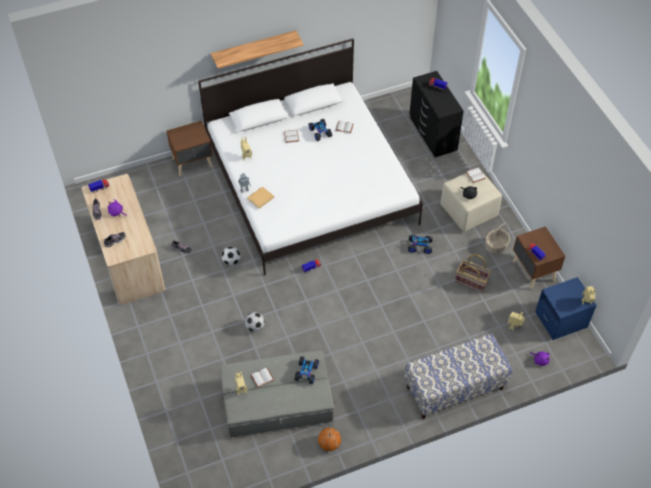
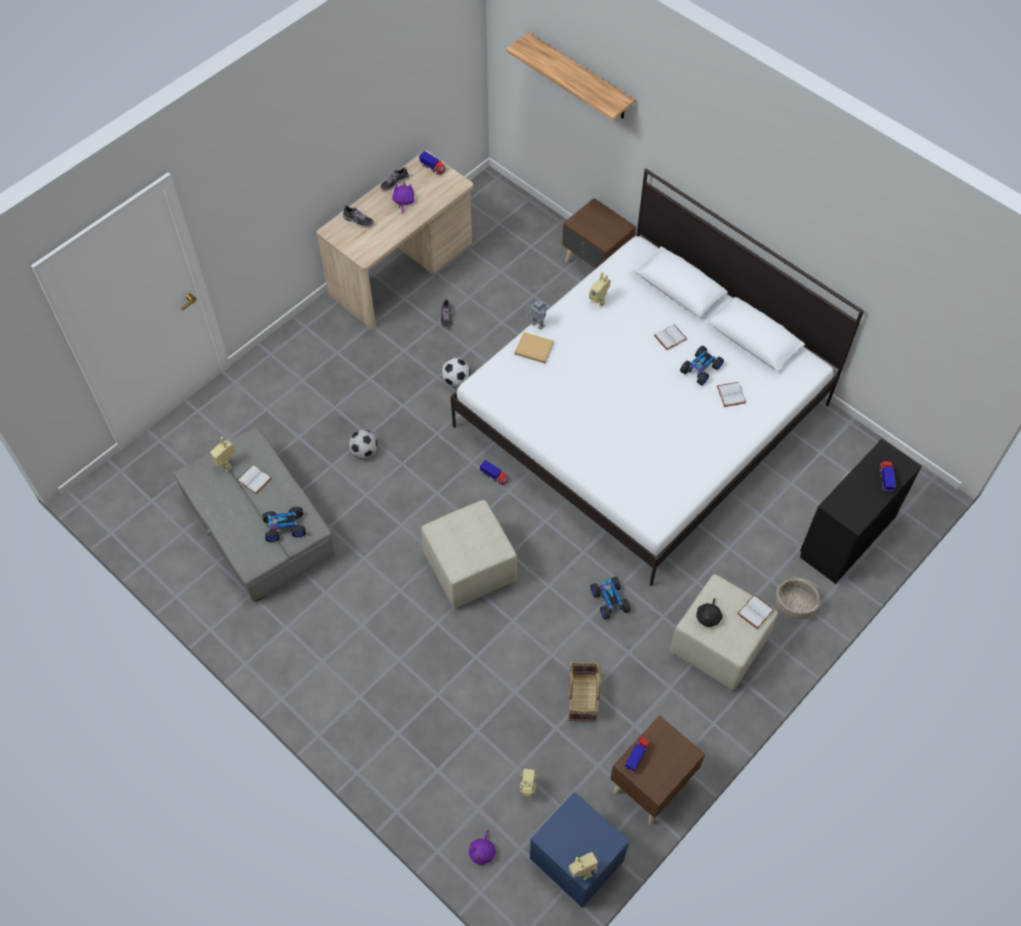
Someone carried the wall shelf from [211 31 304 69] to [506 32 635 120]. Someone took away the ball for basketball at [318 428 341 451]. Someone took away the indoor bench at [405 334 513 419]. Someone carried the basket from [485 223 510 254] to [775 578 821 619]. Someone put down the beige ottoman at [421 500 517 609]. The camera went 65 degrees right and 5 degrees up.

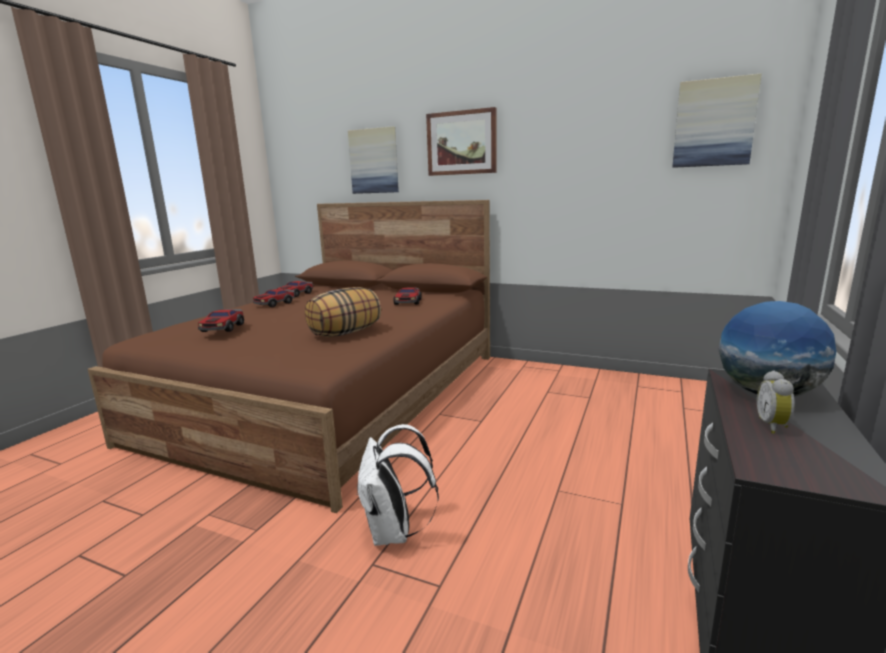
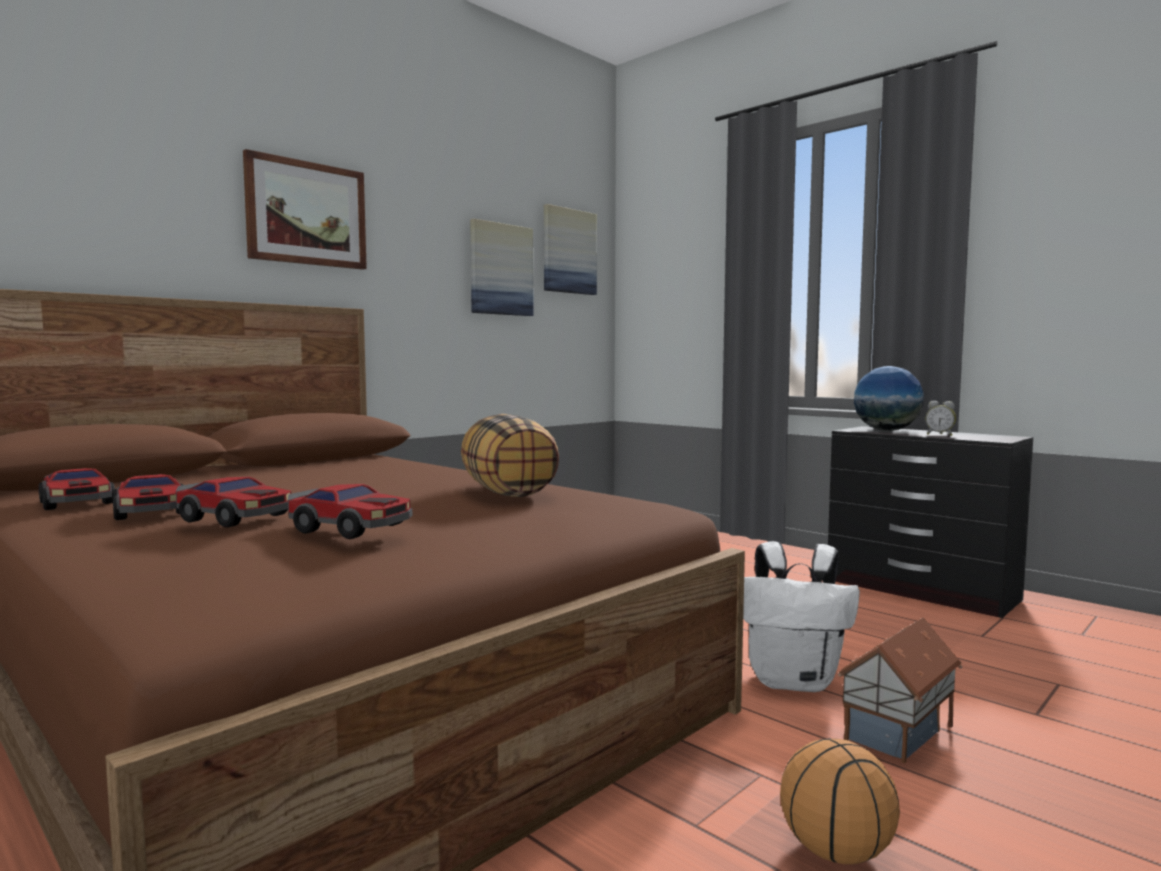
Someone carried the wall picture from [348 126 399 194] to [470 219 534 316]. Someone carried the model car from [394 288 422 305] to [176 477 291 528]. Someone put down the ball for basketball at [780 738 900 864]. Someone put down the model house at [838 618 962 763]. The camera went 70 degrees left and 10 degrees down.

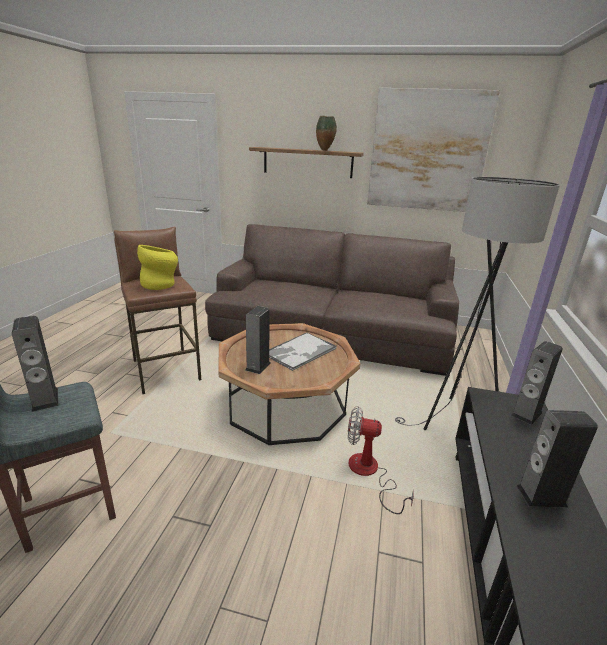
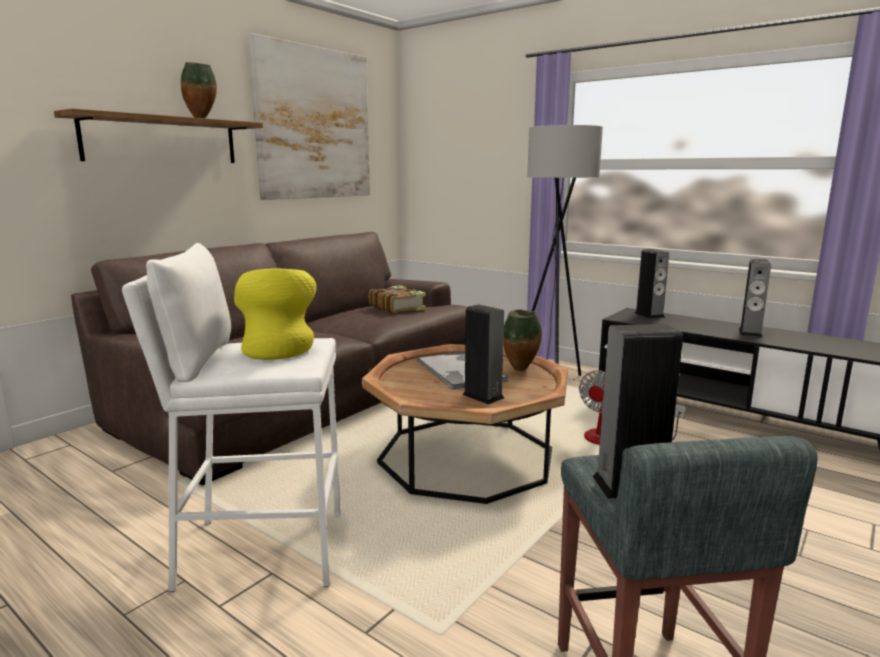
Someone repainted the brown sitting stool at [114 227 201 394], which became the whitish sitting stool at [122 243 340 592]. Someone put down the volume at [369 285 426 314]. Someone put down the vase at [503 309 542 371]. The camera went 65 degrees left and 10 degrees down.

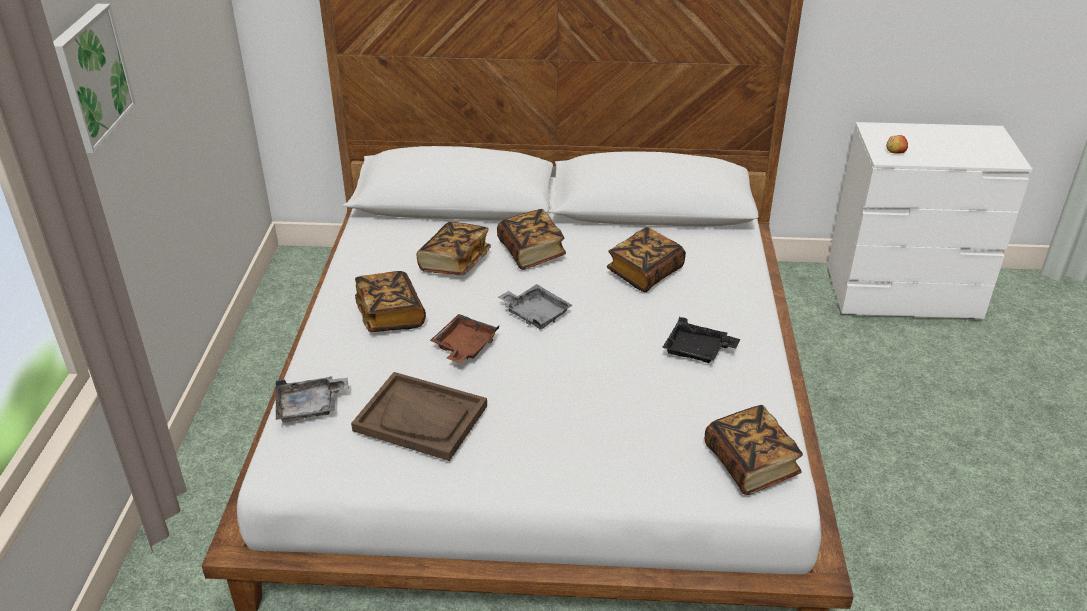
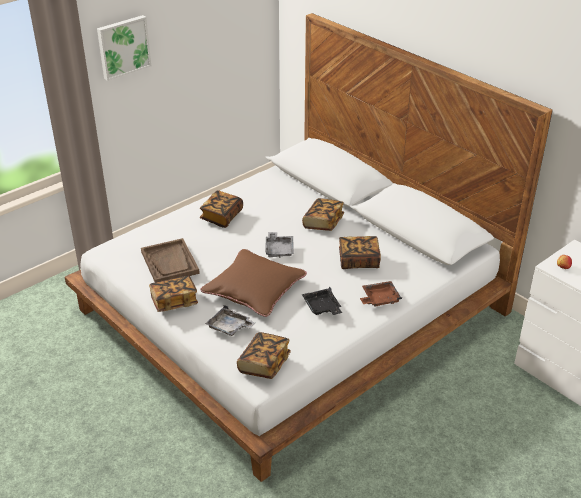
Someone carried the grey carrying tray from [276 377 349 423] to [205 305 255 336]. Someone carried the volume from [416 222 491 276] to [149 275 198 312]. Someone carried the brown carrying tray from [430 314 499 363] to [360 281 402 307]. Someone put down the brown throw pillow at [200 249 307 317]. The camera went 45 degrees right and 0 degrees up.

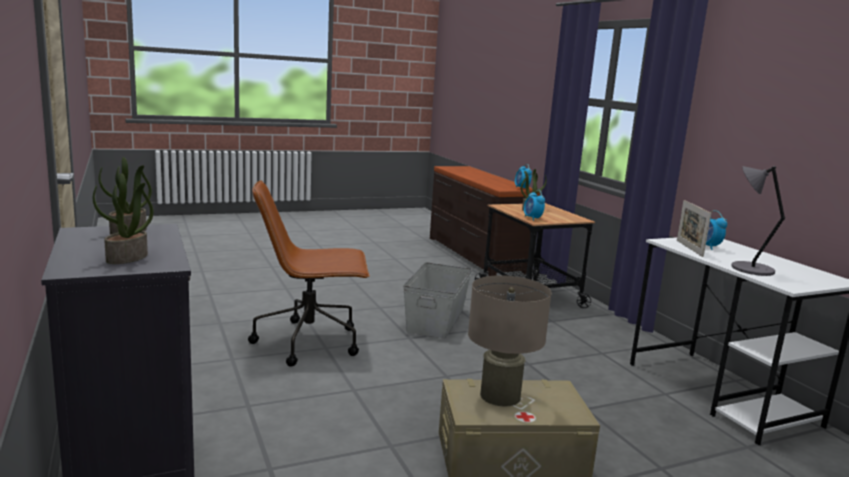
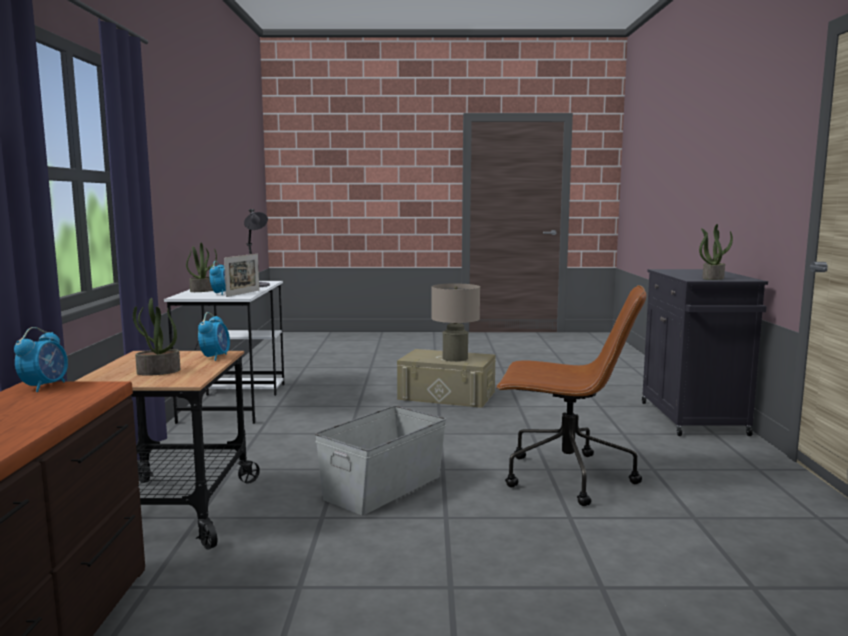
Someone carried the plant in a pot from [93 173 154 264] to [186 243 217 292]. The camera went 155 degrees left and 5 degrees down.

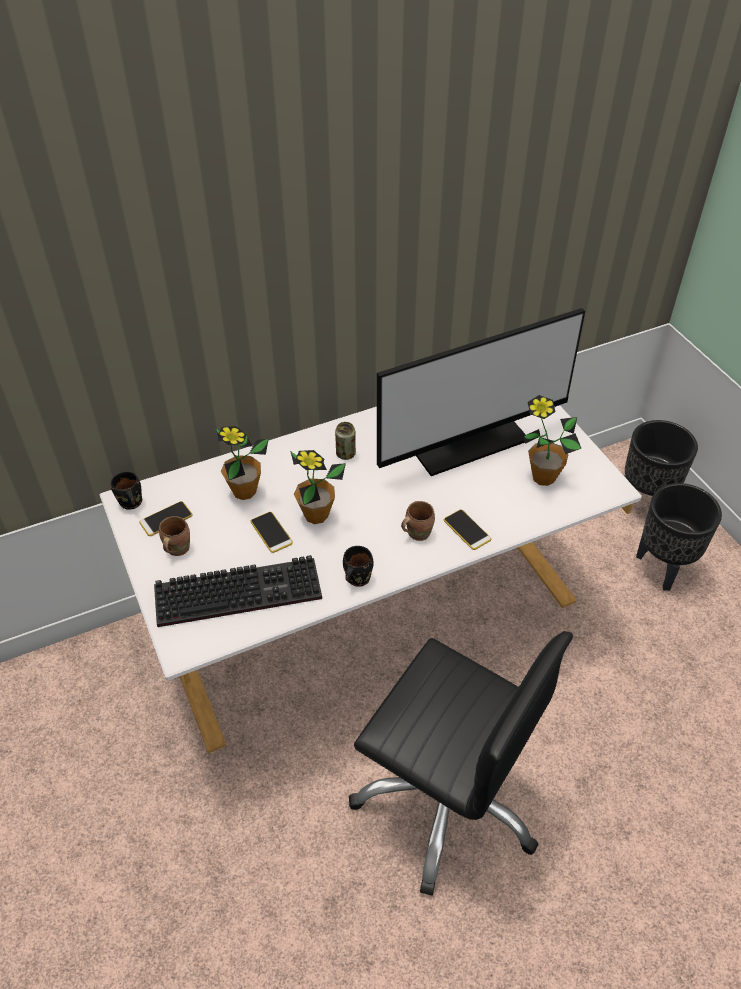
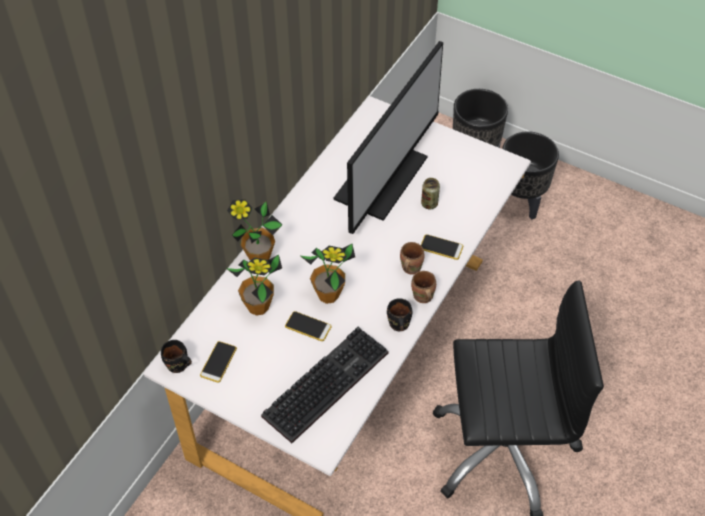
Someone carried the brown mug from [159 516 190 556] to [411 271 436 303]. Someone carried the sealed can from [335 422 356 460] to [421 178 440 209]. Someone carried the plant in a pot from [524 395 581 486] to [227 199 282 260]. The camera went 35 degrees left and 5 degrees up.

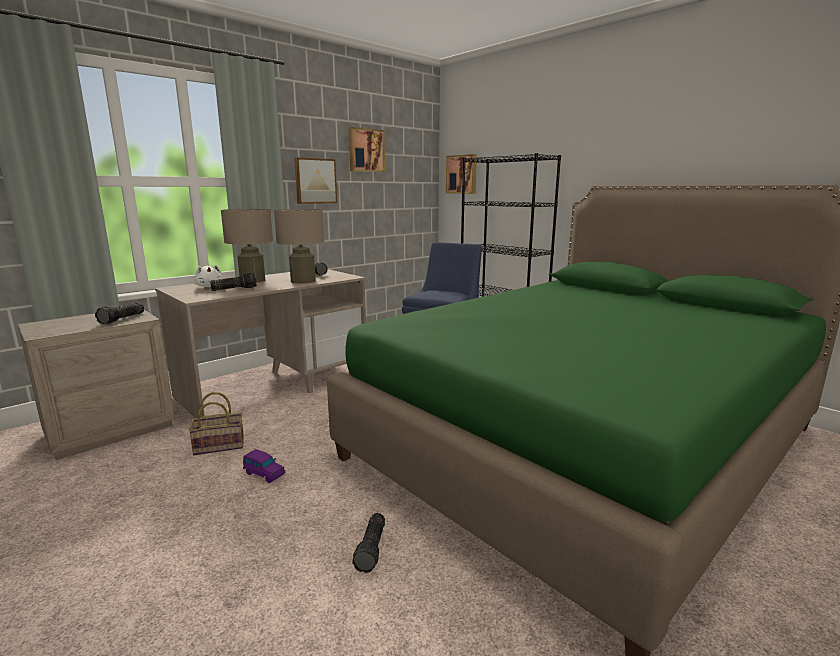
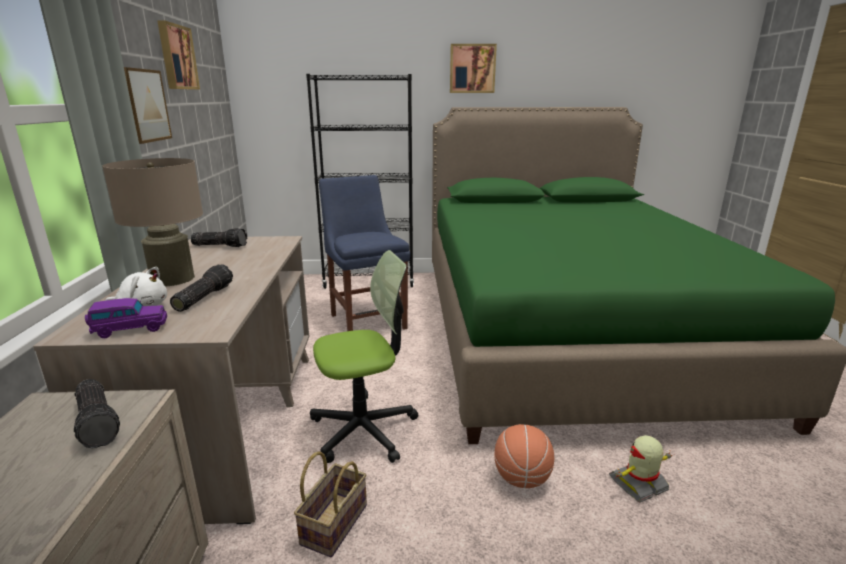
Someone carried the purple-coloured model car from [243 449 285 483] to [85 298 167 338]. Someone took away the beige lamp for a table at [274 209 324 284]. Someone swapped the hand torch at [352 513 385 573] for the model robot at [609 435 672 503]. Someone carried the wall picture from [446 154 477 194] to [450 44 497 93]. Someone put down the desk chair at [310 250 418 463]. Someone put down the ball for basketball at [494 424 554 488]. The camera went 50 degrees left and 5 degrees up.

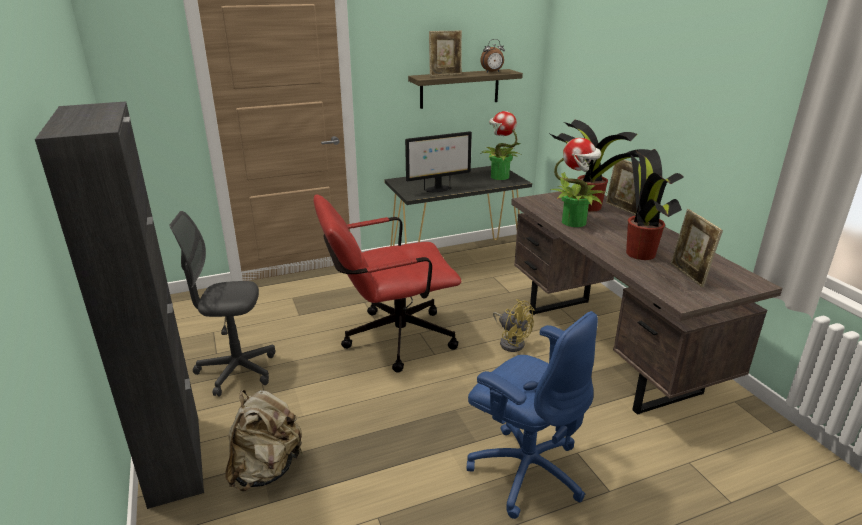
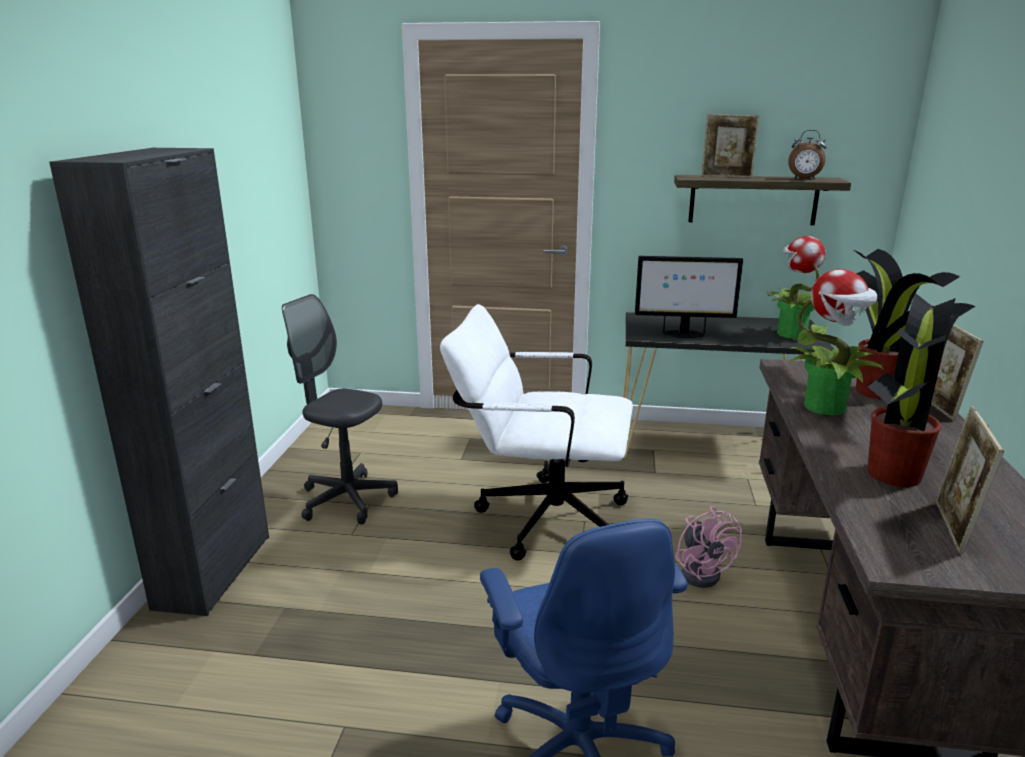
Someone took away the beige backpack at [226 390 303 491]. Someone repainted the red-coloured desk chair at [314 195 461 372], which became the whitish desk chair at [440 304 633 561]. Someone repainted the yellow-coloured electric fan at [493 299 534 352], which became the pink electric fan at [676 506 742 588]. The camera went 30 degrees right and 5 degrees down.

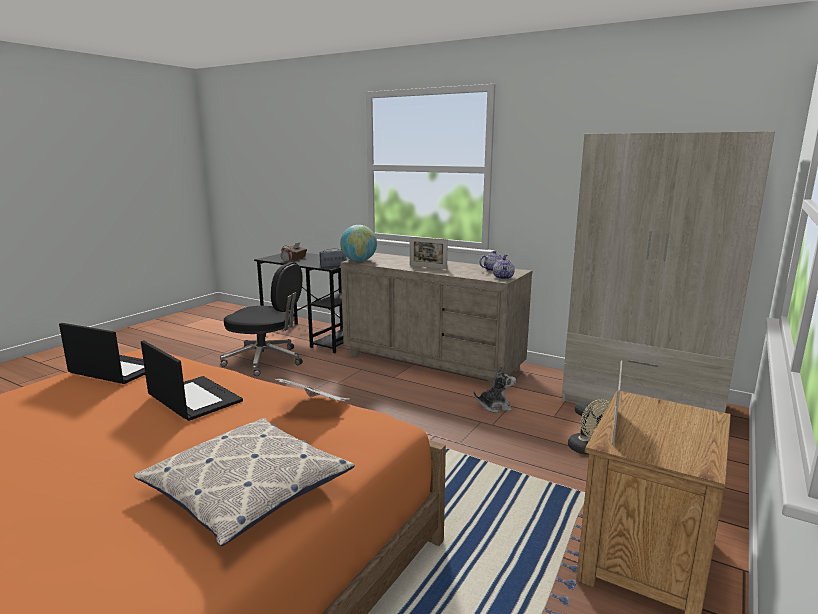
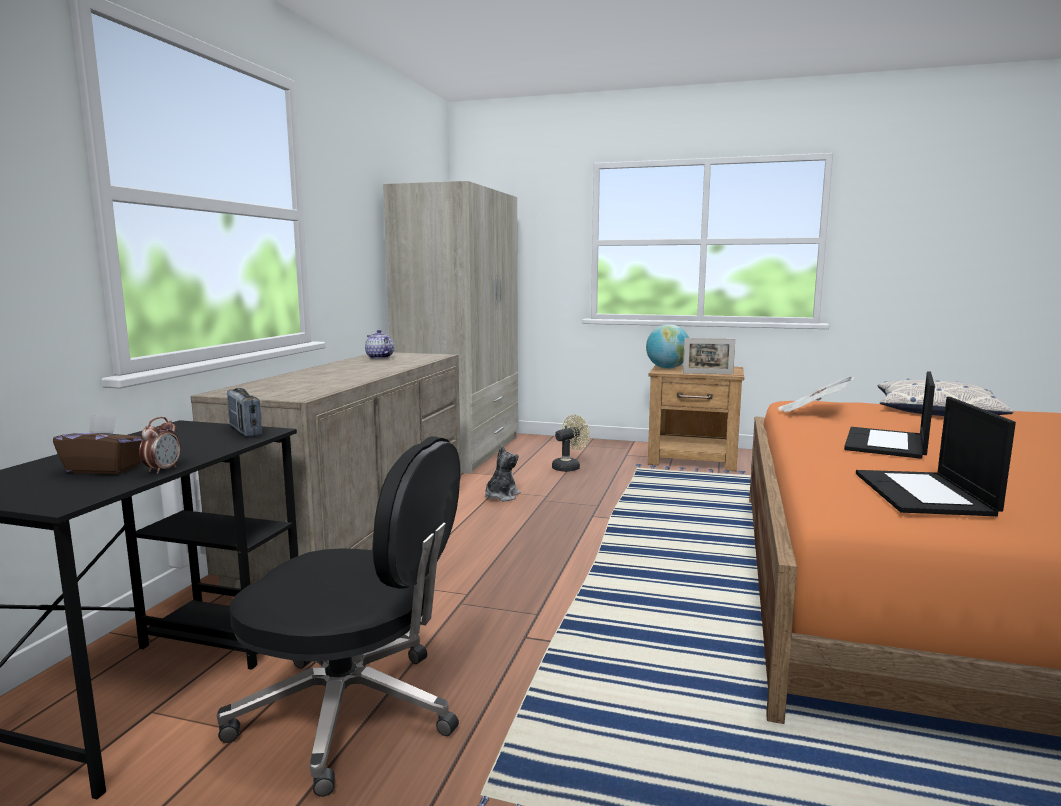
Someone rotated the black desk chair at [220 262 303 376] by 105 degrees clockwise. Someone carried the globe from [340 225 377 262] to [646 324 689 369]. Someone took away the picture frame at [410 237 448 269]. Someone rotated the cuddly toy at [473 366 516 413] by 45 degrees clockwise. Someone took away the teapot at [493 257 514 279]. The camera went 105 degrees left and 5 degrees down.

